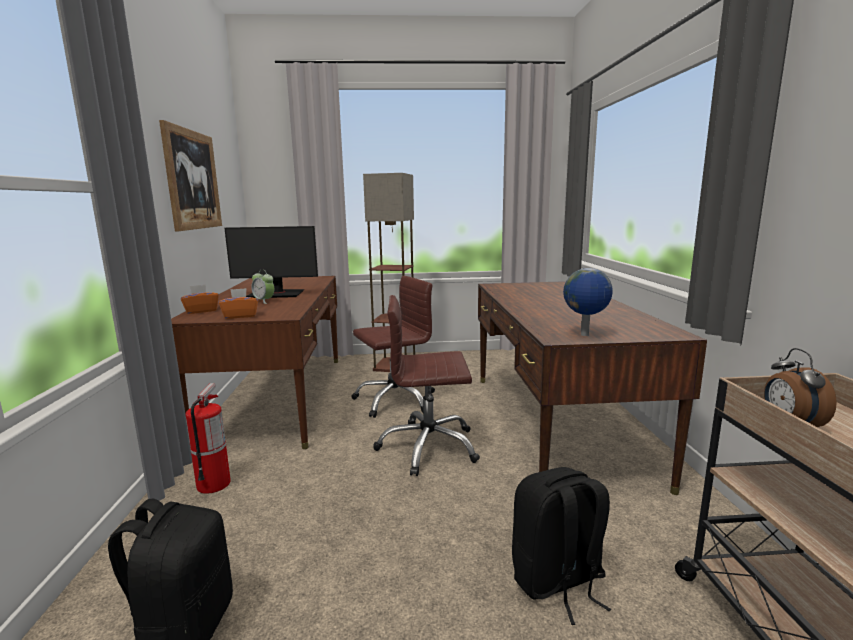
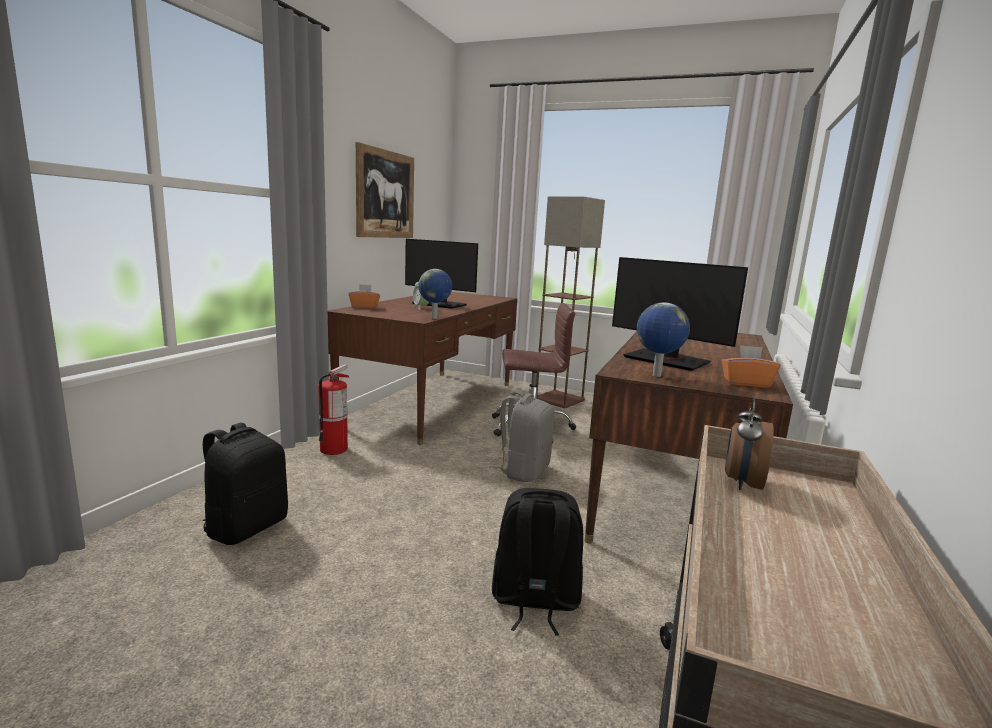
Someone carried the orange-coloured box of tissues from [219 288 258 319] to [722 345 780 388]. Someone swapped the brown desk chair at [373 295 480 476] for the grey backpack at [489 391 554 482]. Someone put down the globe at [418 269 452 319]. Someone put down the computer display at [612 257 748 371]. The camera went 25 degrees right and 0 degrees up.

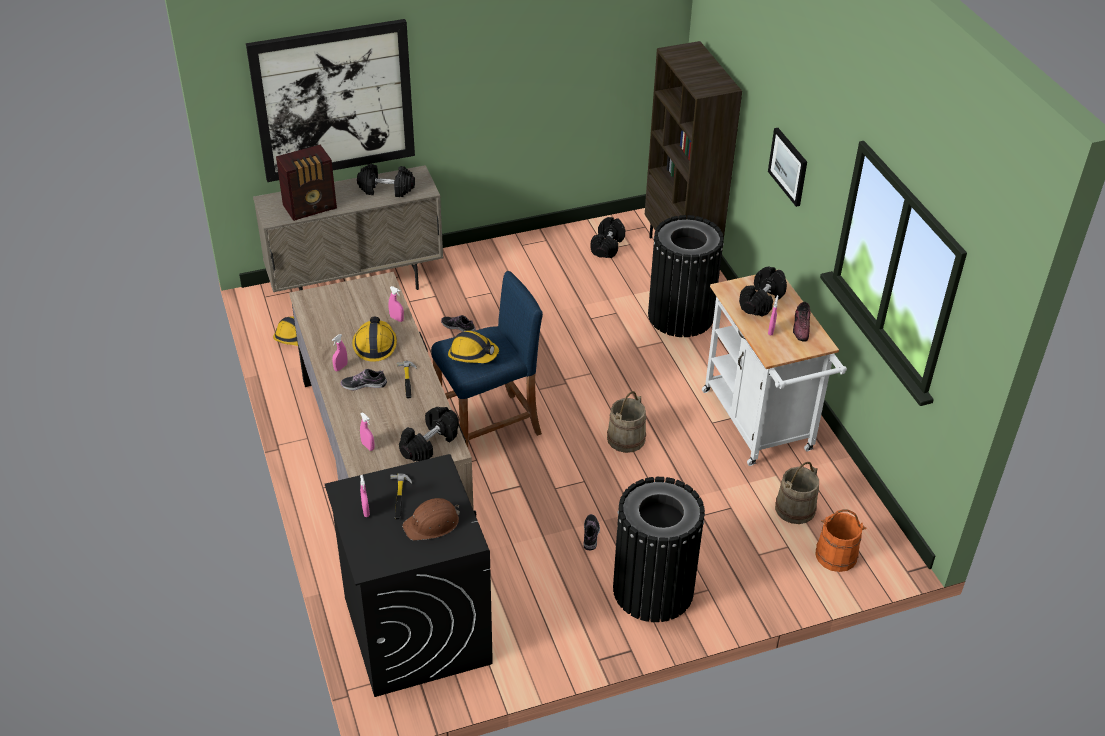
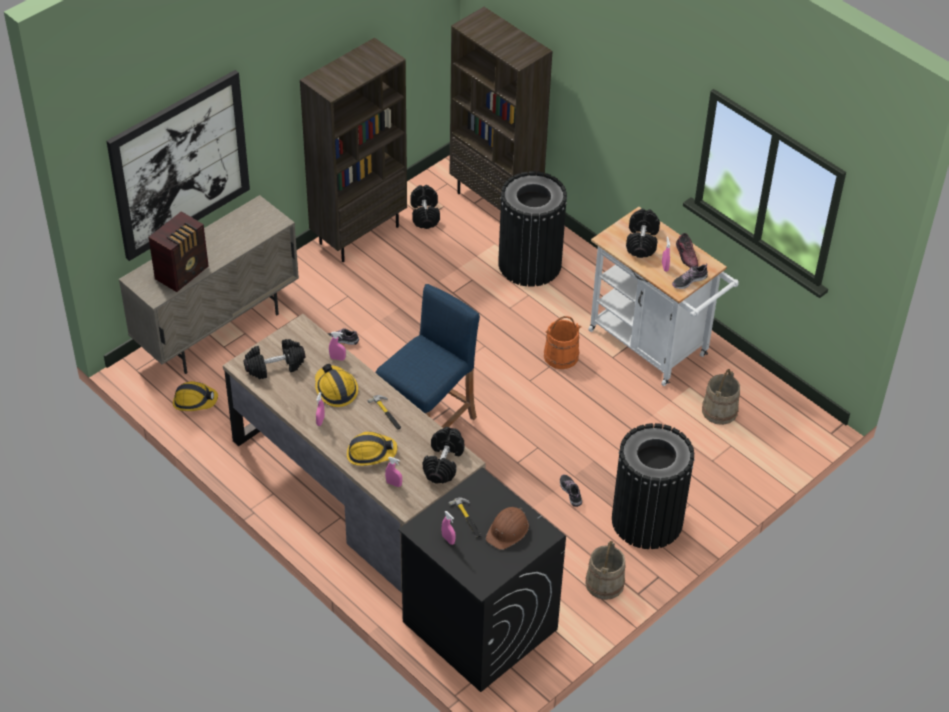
Someone carried the low shoe from [341 369 387 390] to [672 264 708 289]. Someone carried the black dumbbell from [357 164 415 197] to [244 339 305 379]. Someone carried the work helmet from [448 331 499 363] to [347 432 397 466]. Someone carried the beige pail from [607 391 646 453] to [585 541 626 600]. Someone took away the wall picture at [768 128 807 207]. Someone carried the orange-coloured pail from [815 509 867 572] to [544 316 582 369]. Someone put down the brown shelving unit at [300 37 407 262]. The camera went 25 degrees left and 5 degrees up.

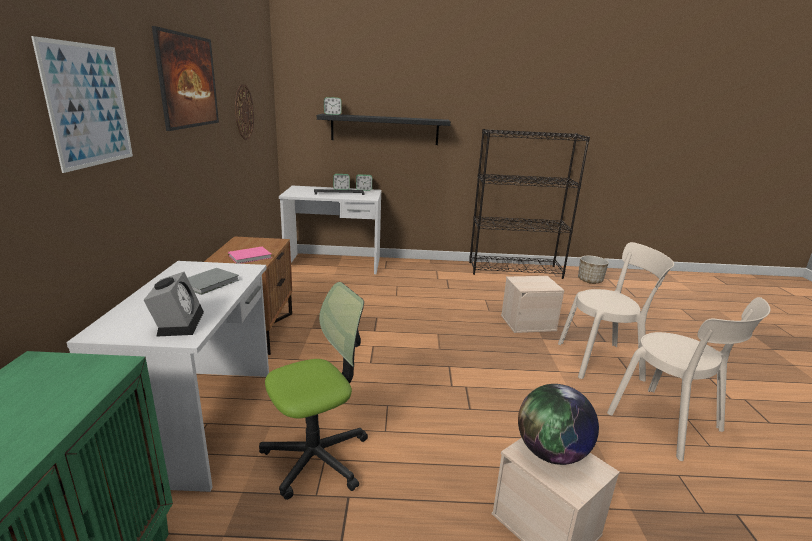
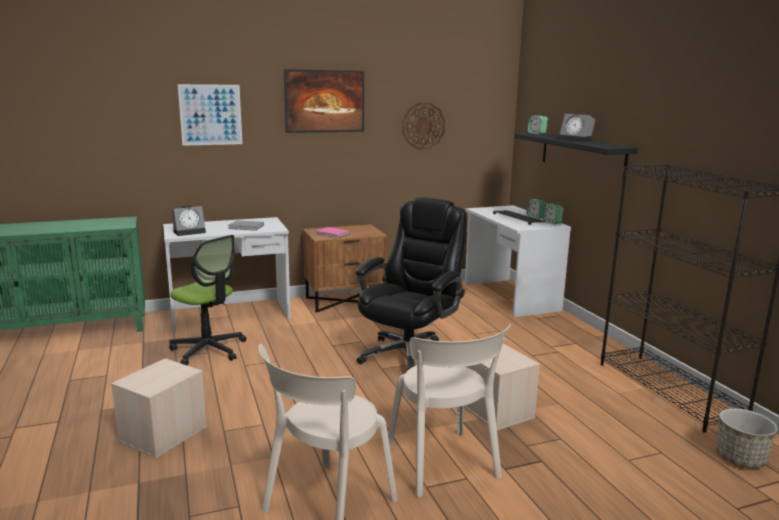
Someone took away the globe at [518 384 599 465]. Someone put down the black desk chair at [356 197 467 370]. Someone put down the alarm clock at [558 113 596 142]. The camera went 70 degrees right and 5 degrees down.

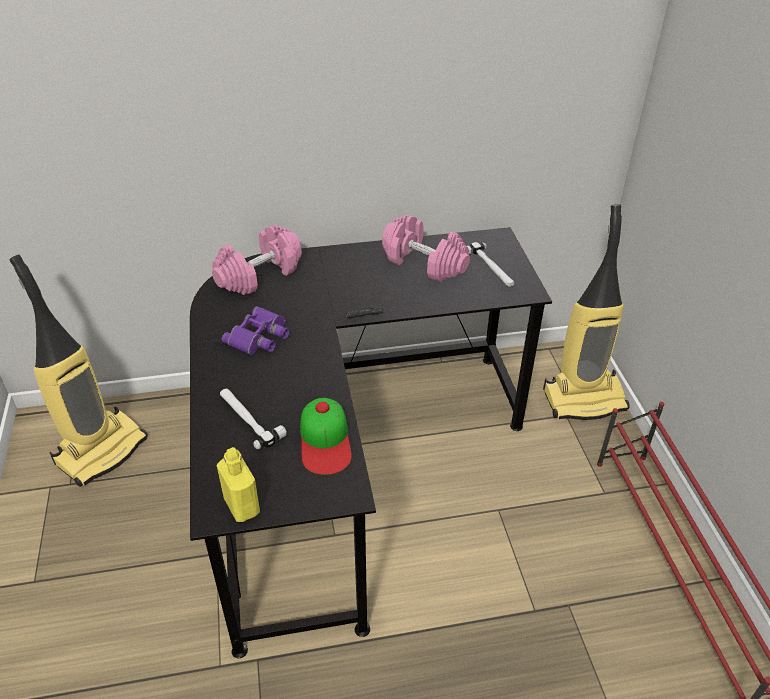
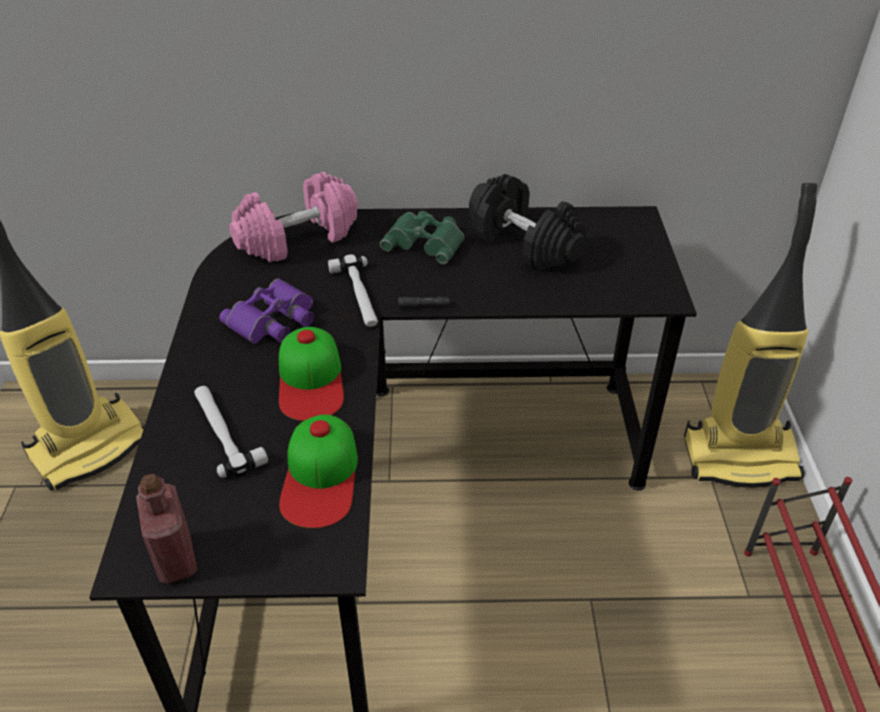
Someone repainted the yellow-coloured drink bottle at [217 447 260 522], which became the red-coloured drink bottle at [136 474 197 583]. Someone repainted the pink dumbbell at [382 215 470 282], which became the black dumbbell at [469 174 586 271]. Someone carried the tool hammer from [467 242 515 287] to [328 254 378 327]. Someone put down the cap at [279 327 344 421]. Someone put down the green-coloured field glasses at [380 211 464 265]. The camera went 10 degrees right and 0 degrees up.

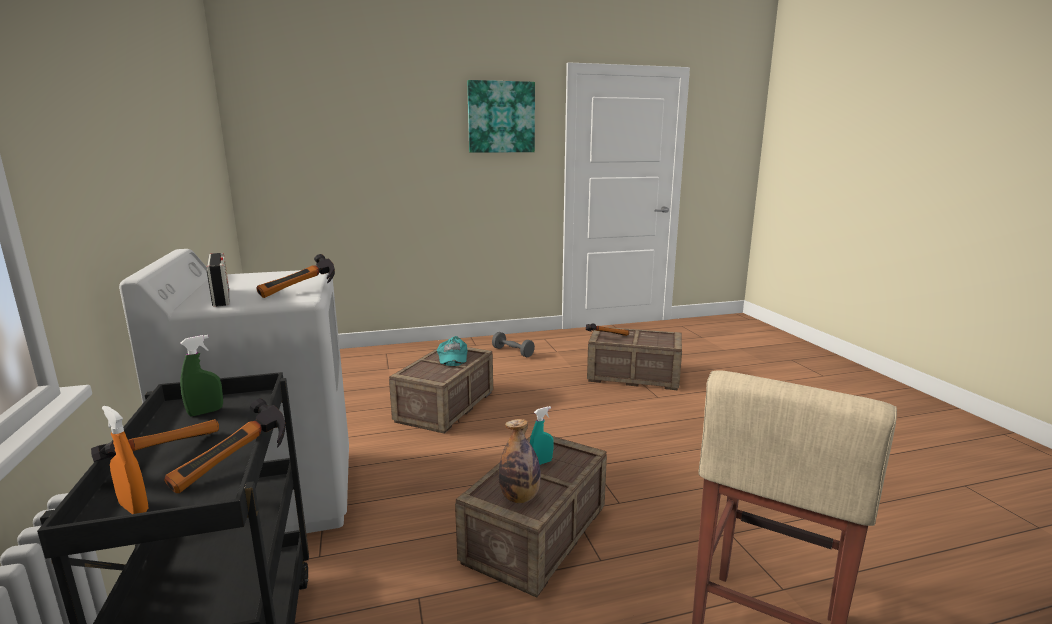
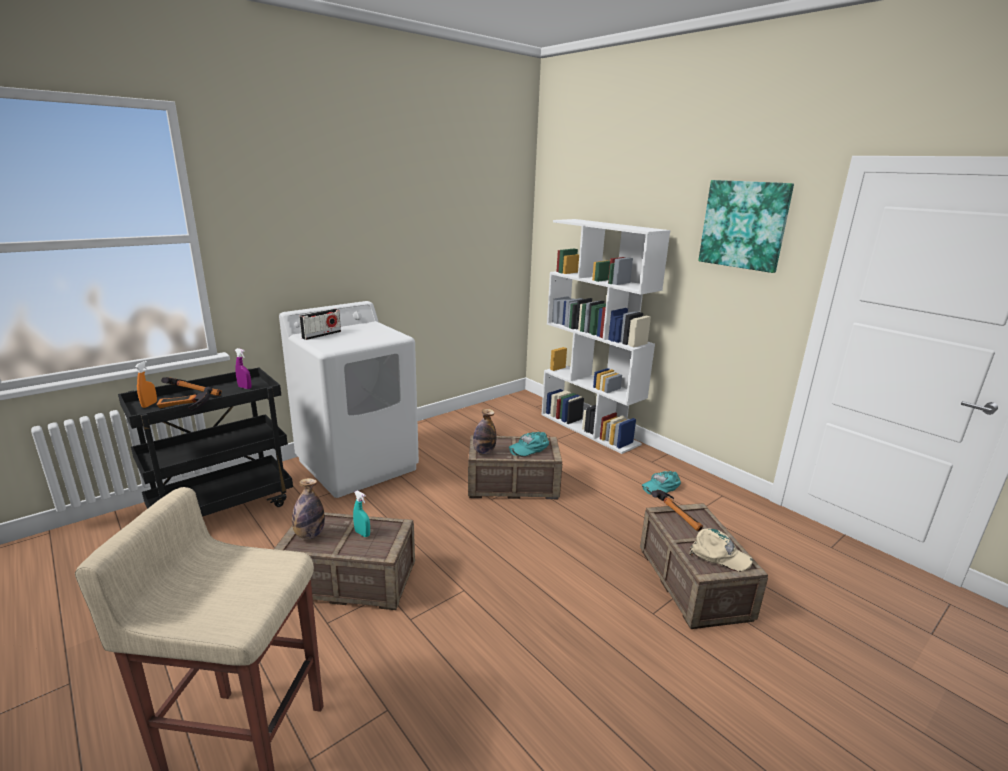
Someone repainted the green-coloured hand sprayer at [180 335 223 416], which became the purple-coloured hand sprayer at [235 348 252 389]. Someone took away the tool hammer at [257 254 335 298]. Someone swapped the grey dumbbell at [492 332 535 357] for the blue-green cap at [642 471 681 494]. Someone put down the drink bottle at [473 409 496 454]. Someone put down the whitish shelving unit at [541 219 671 454]. Someone put down the beige cap at [689 528 753 572]. The camera went 65 degrees right and 5 degrees up.

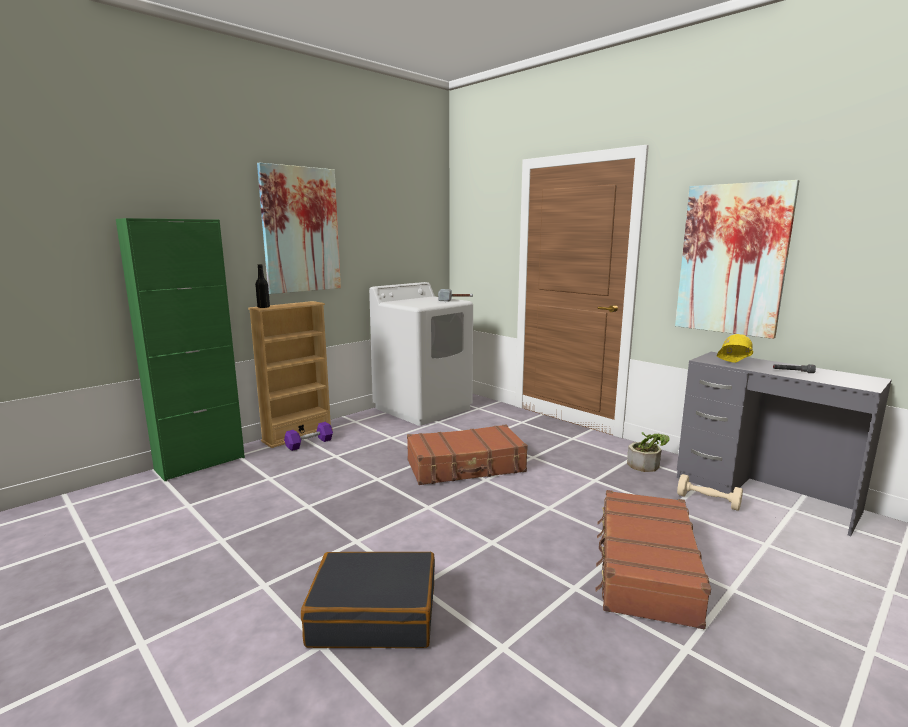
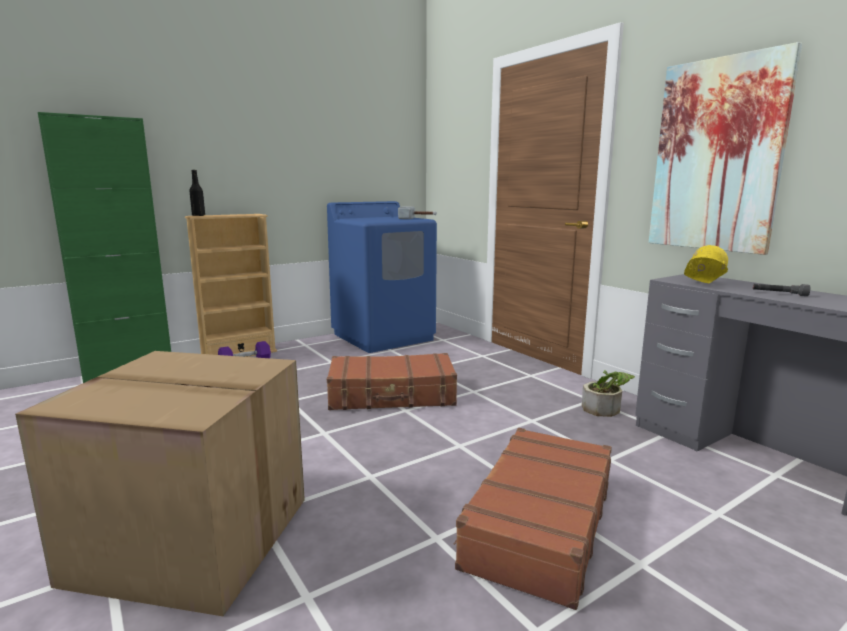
Someone took away the wall picture at [257 162 341 294]. Someone swapped the black travel case at [301 552 435 648] for the packing box at [15 351 305 616]. Someone repainted the whitish washing machine at [369 282 473 426], which became the blue washing machine at [327 201 437 353]. Someone took away the beige dumbbell at [677 474 743 511]. The camera went 10 degrees right and 0 degrees up.

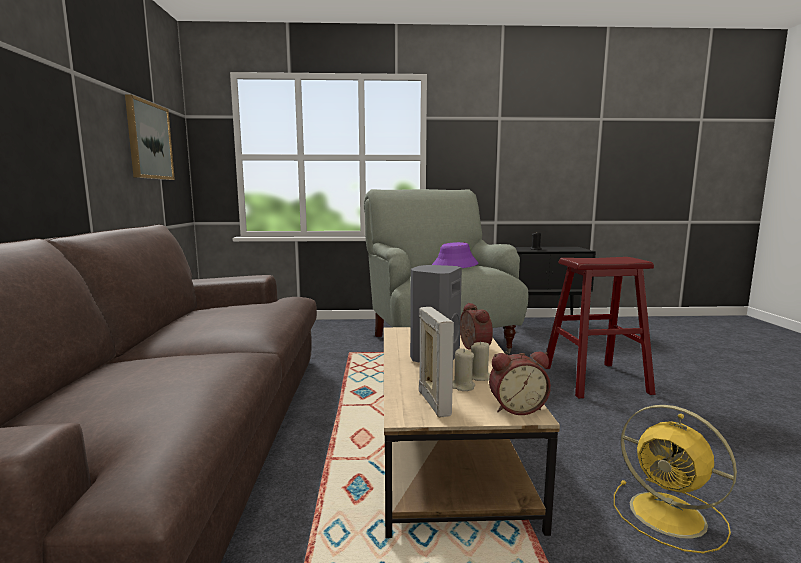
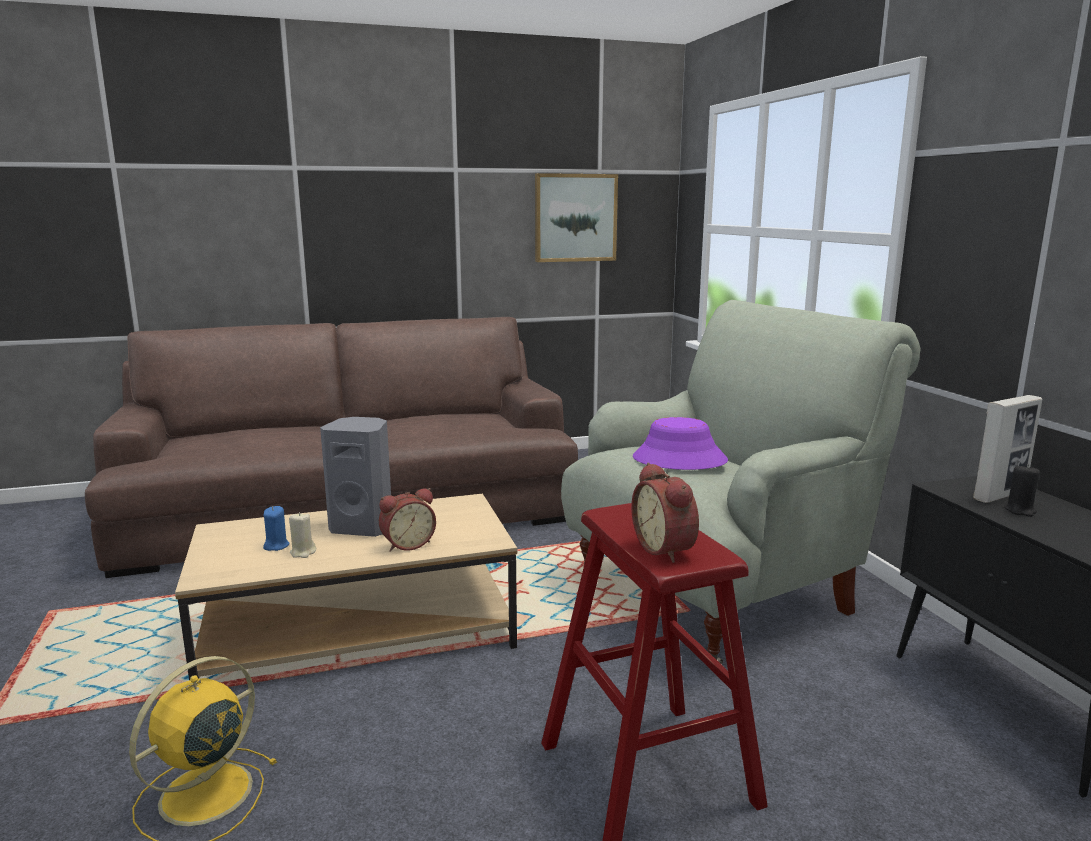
Someone carried the picture frame from [419 307 454 417] to [973 395 1042 503]. Someone repainted the beige wax light at [452 349 475 391], which became the blue wax light at [263 506 290 551]. Someone carried the alarm clock from [489 352 551 415] to [631 463 699 563]. The camera went 75 degrees right and 5 degrees up.

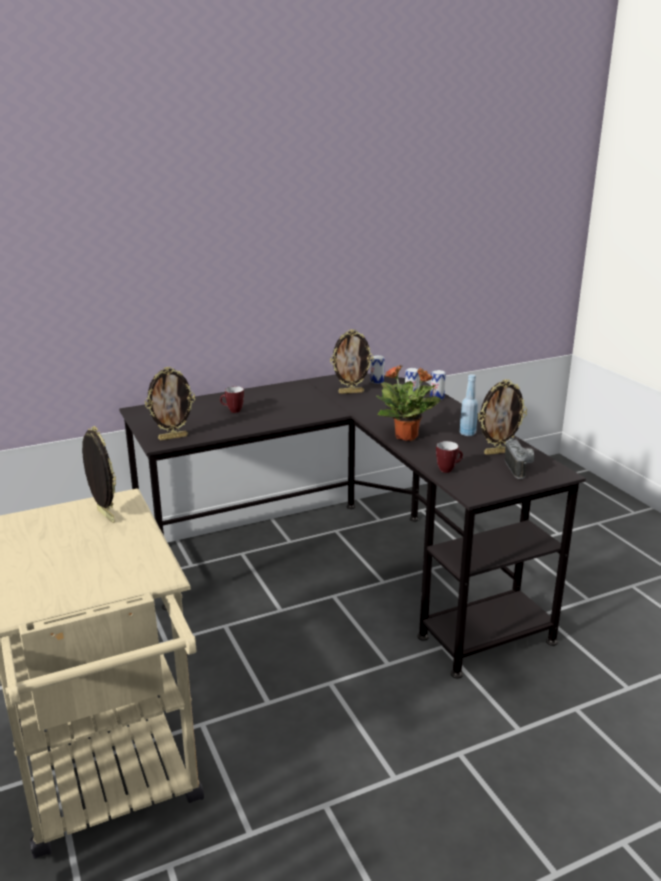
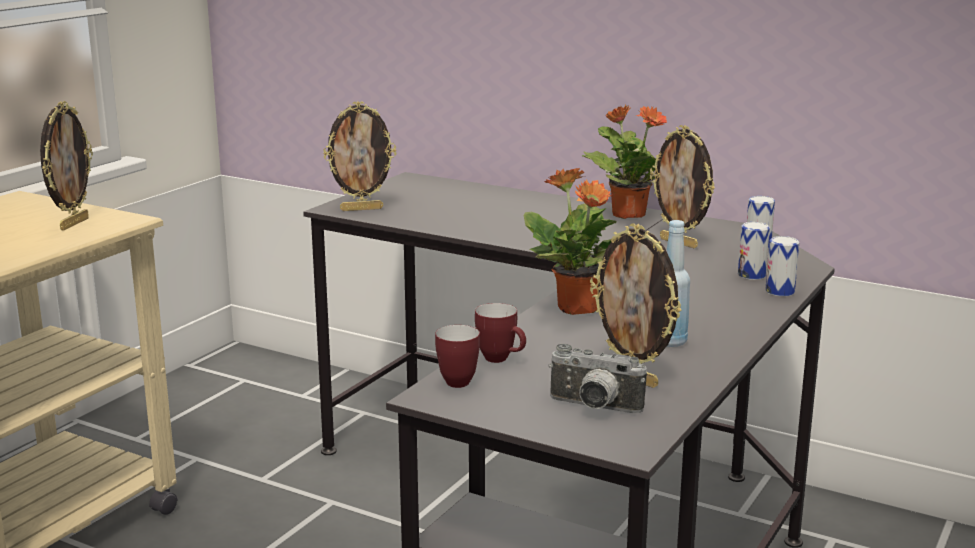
Someone rotated the picture frame at [145 367 195 440] by 45 degrees counterclockwise. Someone carried the mug from [220 386 244 413] to [435 325 480 388]. Someone rotated the photo camera at [505 438 534 479] by 60 degrees clockwise. Someone put down the plant in a pot at [582 105 667 219]. The camera went 55 degrees right and 5 degrees down.

